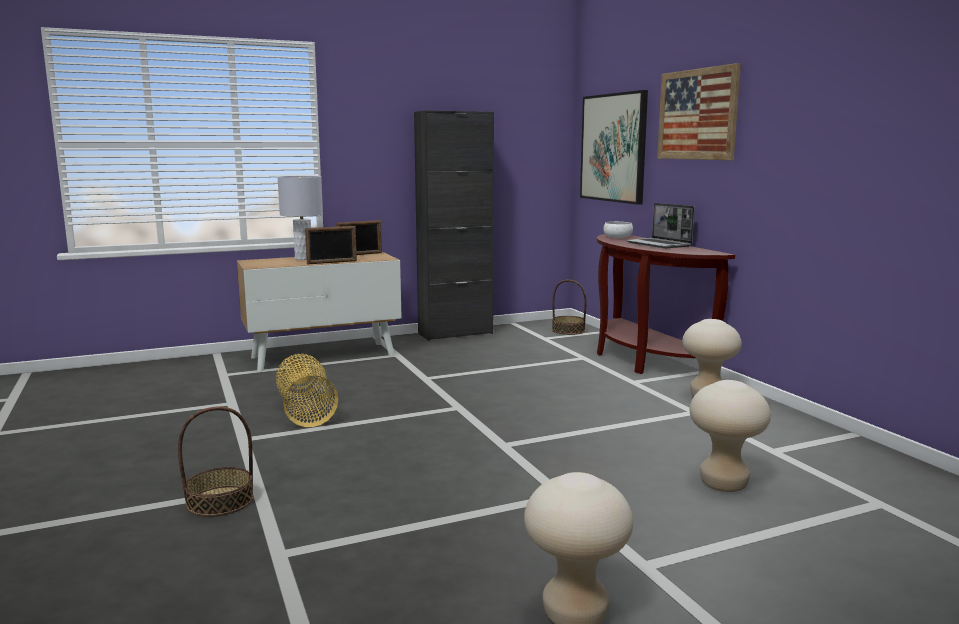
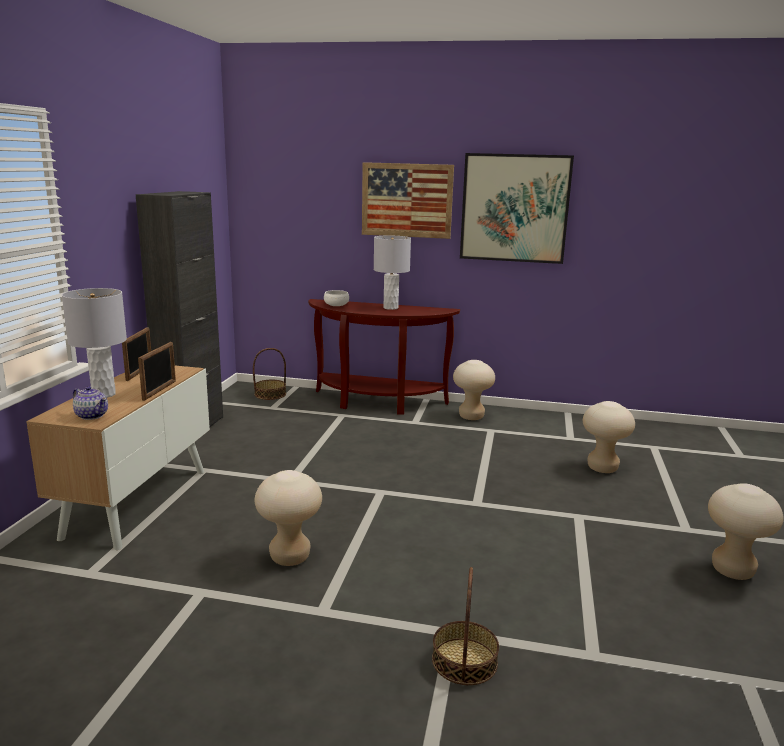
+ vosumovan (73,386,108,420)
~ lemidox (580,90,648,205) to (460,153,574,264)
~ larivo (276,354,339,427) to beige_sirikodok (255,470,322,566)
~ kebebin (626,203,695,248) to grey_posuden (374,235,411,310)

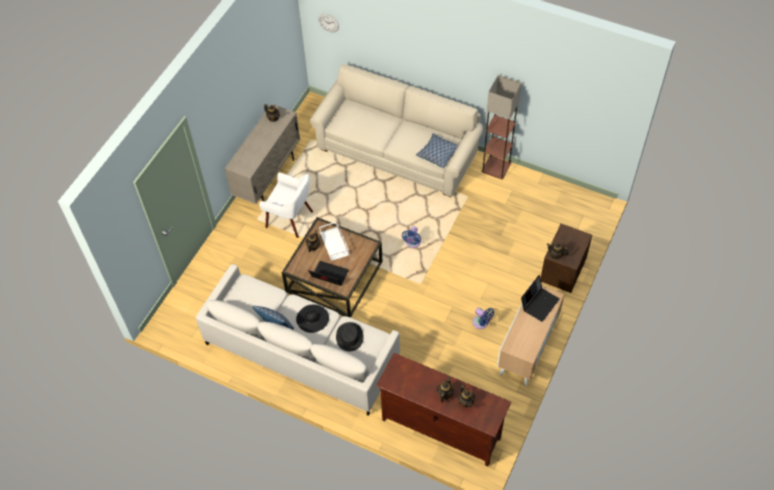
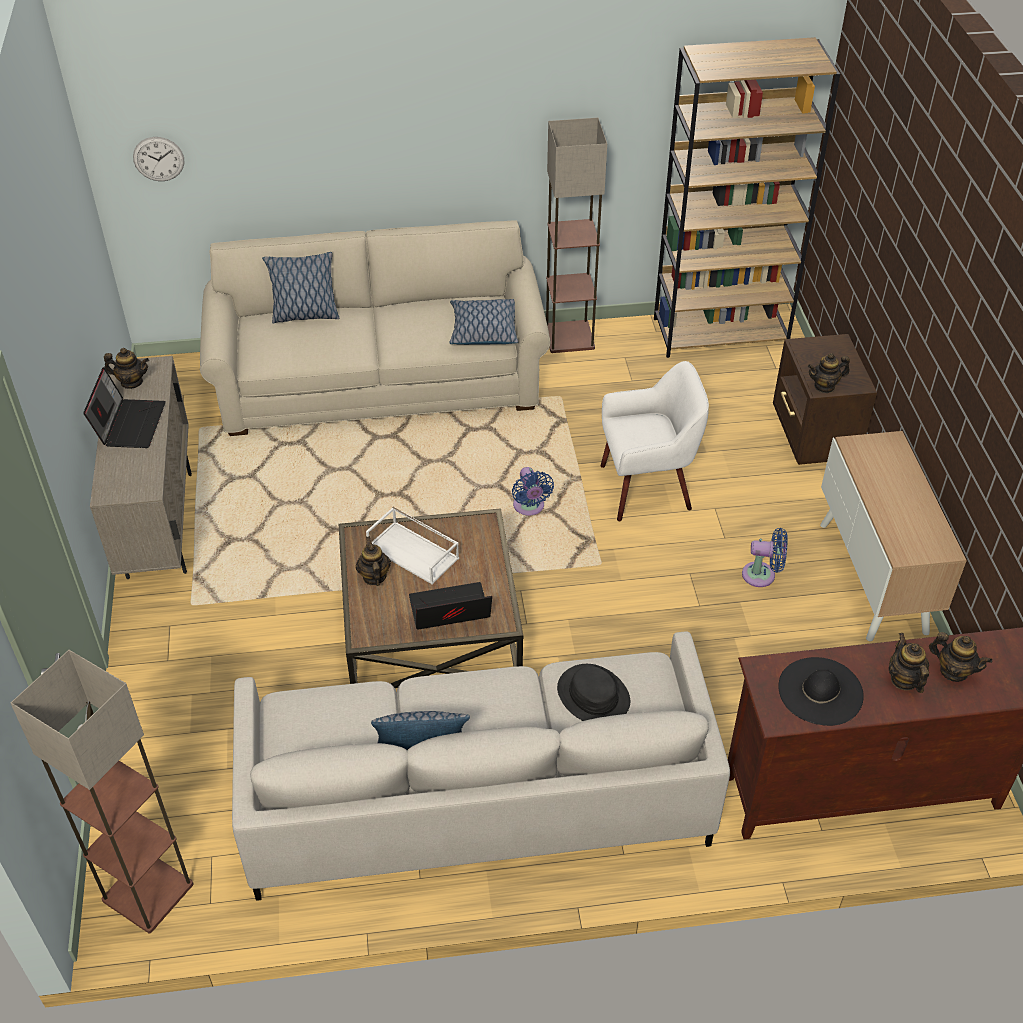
+ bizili (11,650,194,933)
+ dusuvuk (262,252,339,324)
+ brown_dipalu (654,37,840,358)
~ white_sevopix (259,172,313,238) to (600,361,709,521)
~ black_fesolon (296,304,329,333) to (778,657,864,726)
~ kebebin (521,275,560,322) to (83,367,166,448)

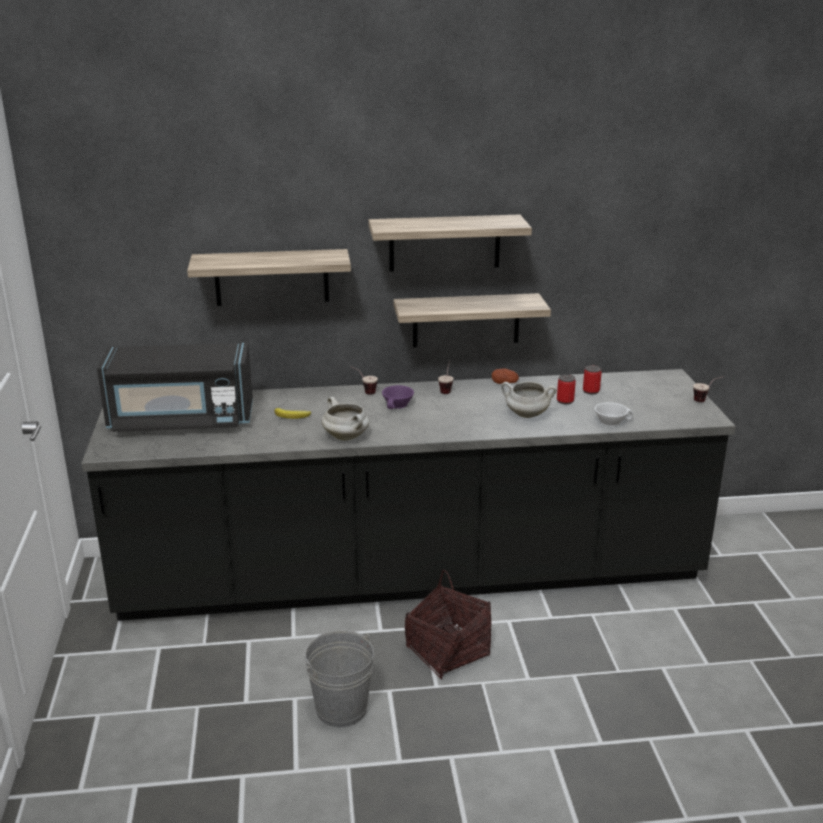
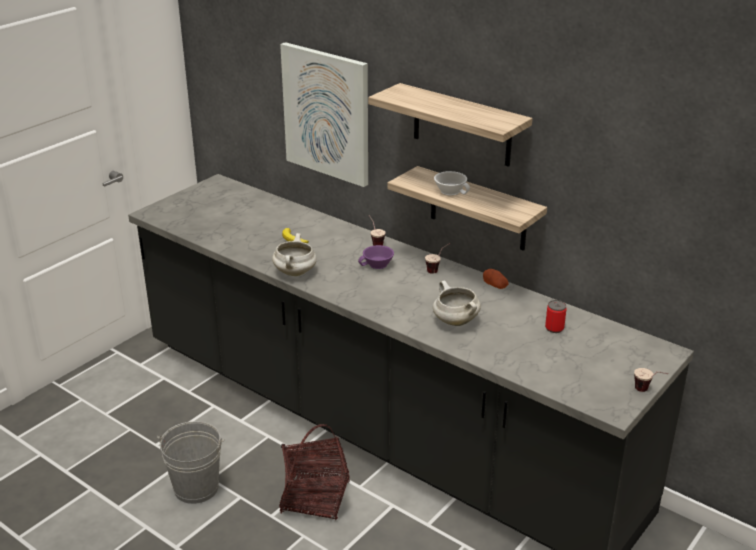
- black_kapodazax (97,343,253,432)
- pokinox (557,374,576,404)
~ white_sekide (595,402,633,427) to (434,171,470,195)
~ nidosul (187,249,351,306) to lemidox (280,42,368,187)

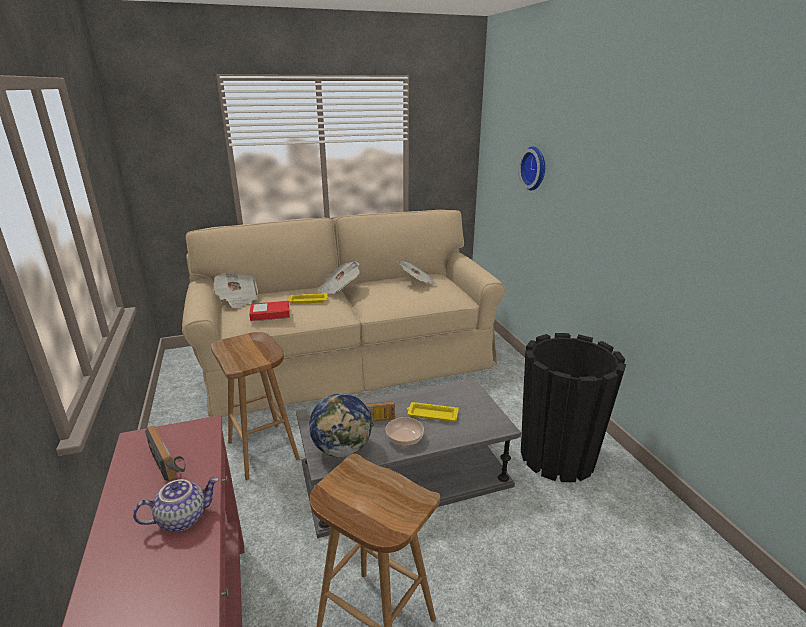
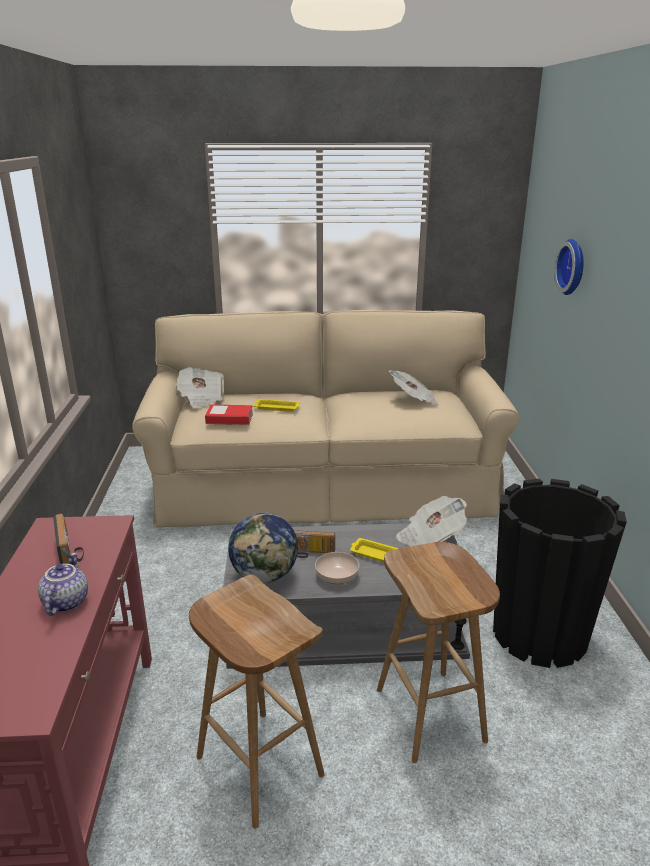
~ brown_sirikodok (211,332,300,480) to (377,542,500,763)
~ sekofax (317,262,360,294) to (396,496,467,547)
~ vosumovan (133,477,219,532) = (38,553,88,616) 75 degrees counterclockwise

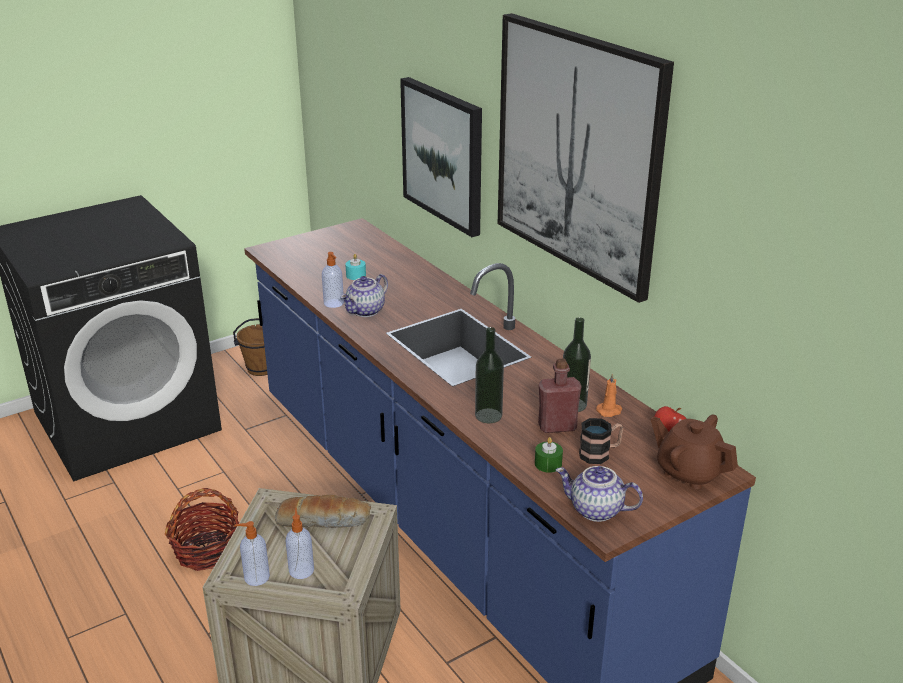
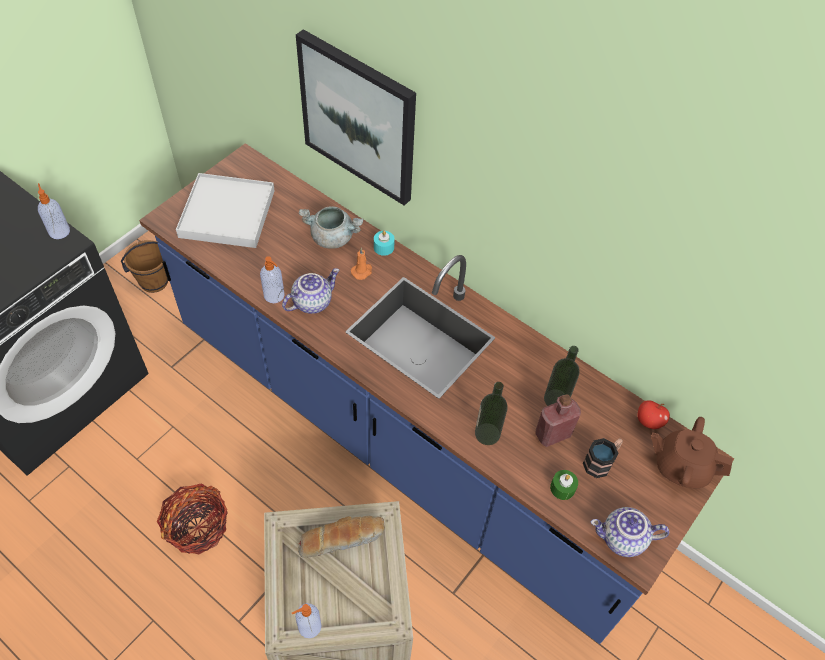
- lemidox (498,13,674,303)
+ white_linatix (176,173,275,248)
+ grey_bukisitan (299,206,363,249)
~ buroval (286,508,314,579) to (38,183,70,239)
~ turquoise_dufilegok (345,254,366,280) to (374,231,395,256)
~ orange_dufilegok (596,373,622,417) to (351,248,372,280)
~ vosumovan (340,274,388,317) = (282,268,340,314) 150 degrees counterclockwise

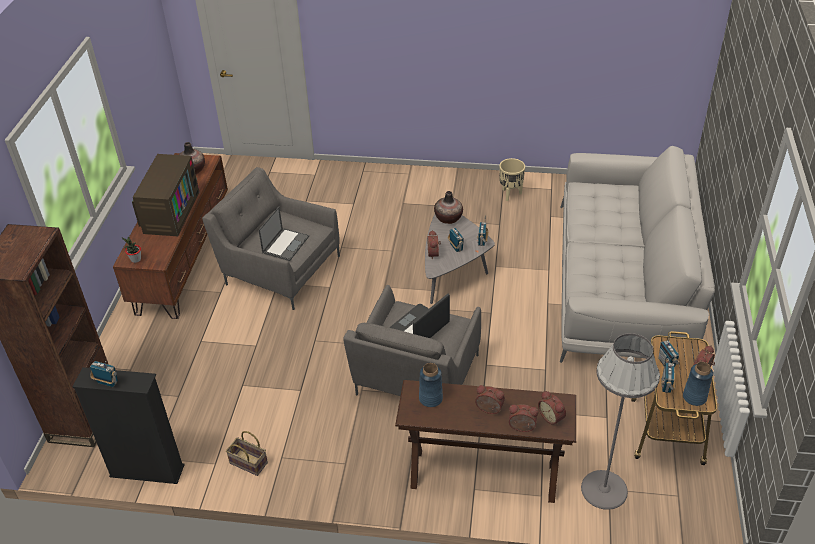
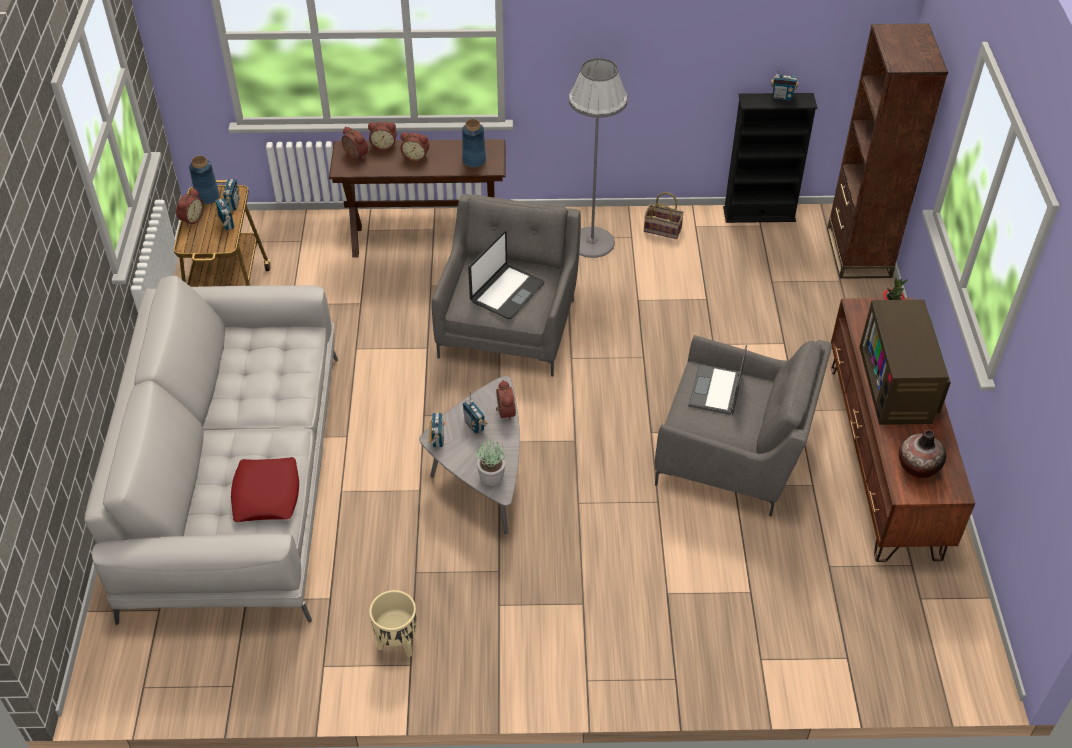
+ red_dusuvuk (231,457,299,522)
~ grey_bizili (581,333,660,510) to (569,58,628,258)
~ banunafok (434,191,463,224) to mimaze (477,437,505,486)

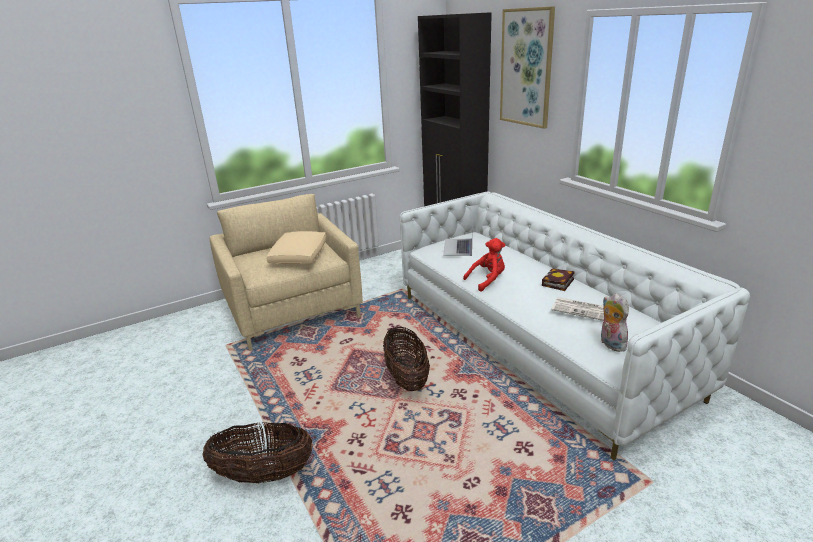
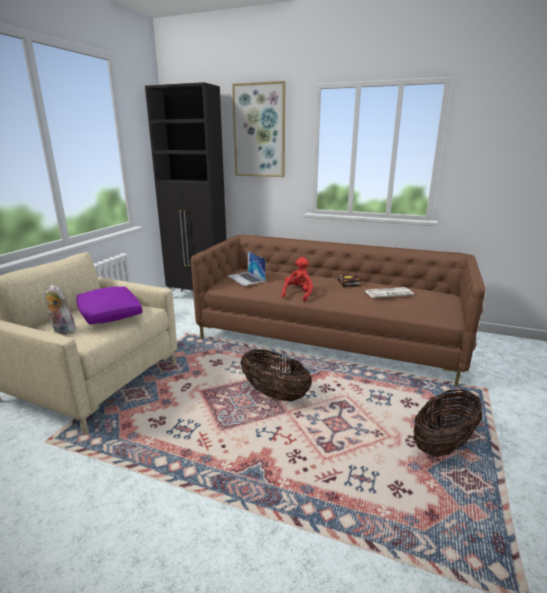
~ larivo (202,422,313,483) to (414,389,482,457)
~ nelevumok (601,293,629,352) to (45,285,76,335)
~ beige_dusuvuk (267,231,327,264) to purple_dusuvuk (76,286,142,325)
~ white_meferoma (400,191,750,460) to brown_meferoma (191,235,485,387)

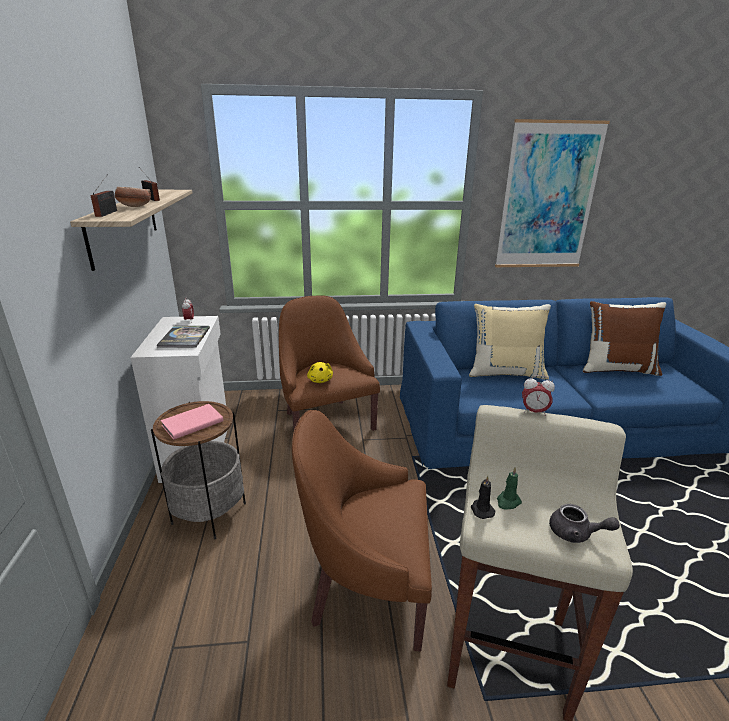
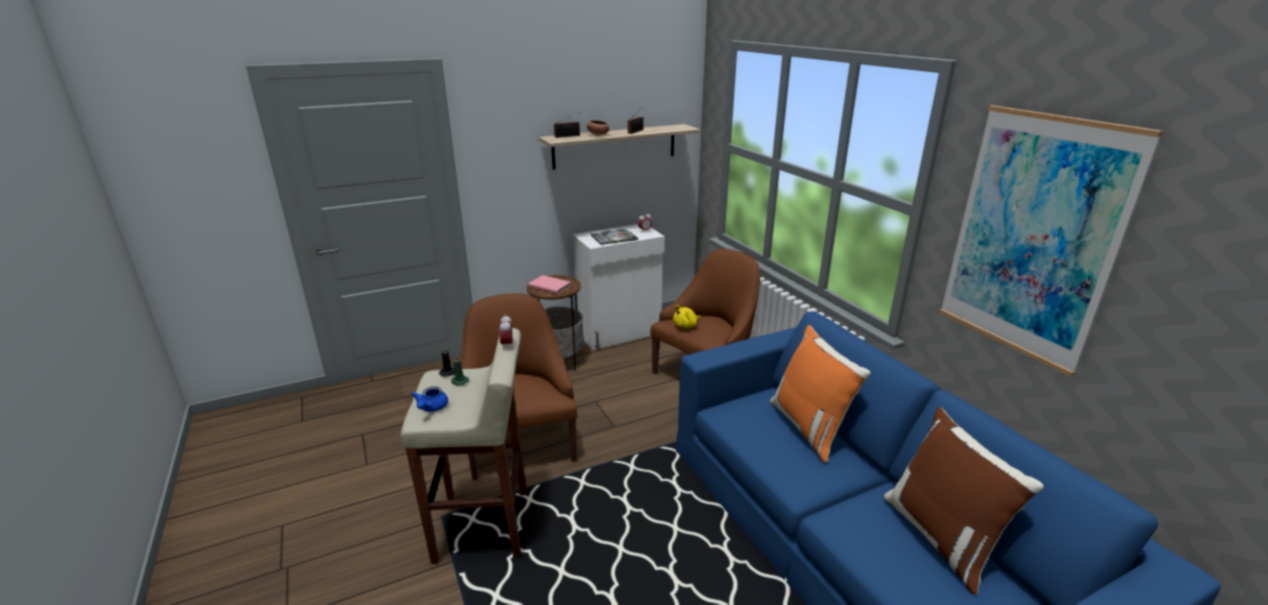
~ beige_dusuvuk (469,304,551,380) to orange_dusuvuk (770,325,871,463)
~ grey_vosumovan (549,504,620,543) to blue_vosumovan (411,386,448,412)

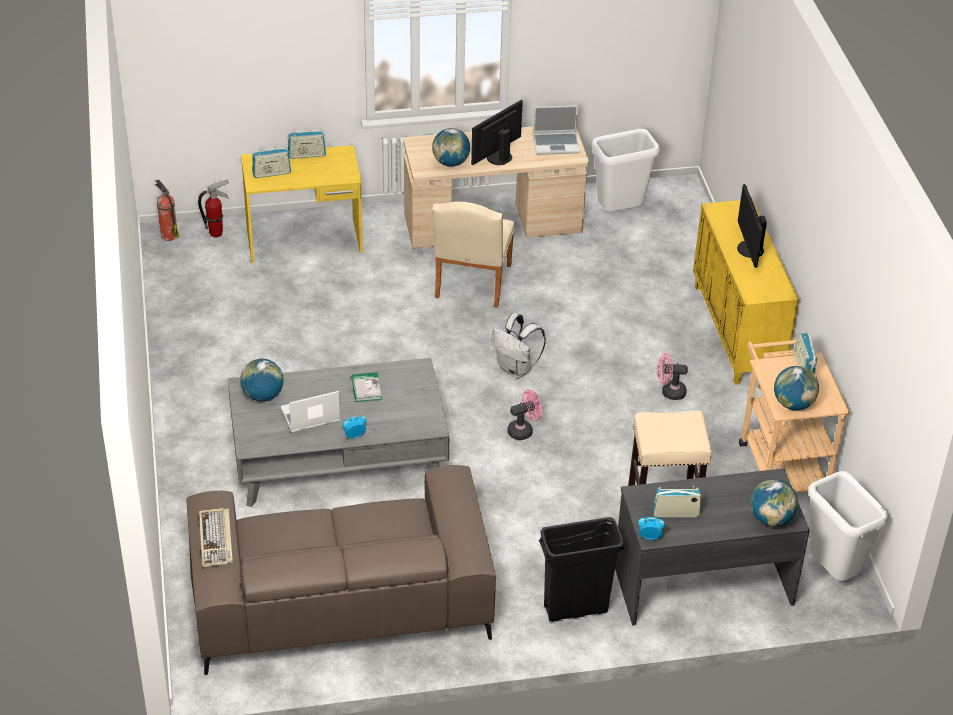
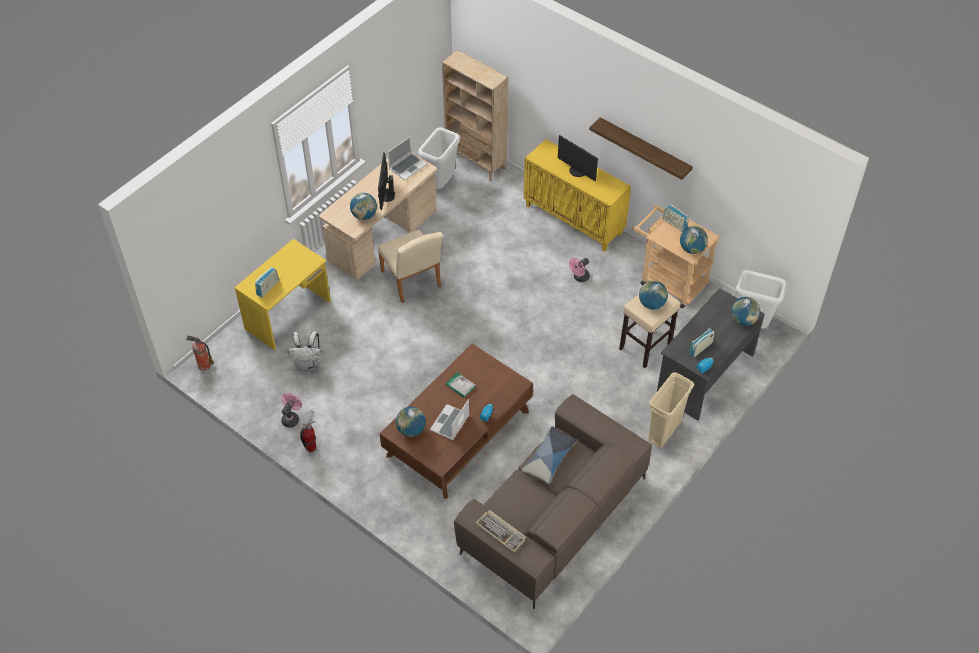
- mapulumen (288,130,326,159)
+ beige_dipalu (442,50,508,181)
+ dusuvuk (522,426,578,484)
+ nidosul (589,117,693,180)
+ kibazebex (639,281,668,309)
~ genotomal (198,180,229,237) to (300,411,316,452)
~ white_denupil (491,313,546,378) to (288,331,321,370)
~ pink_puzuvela (507,389,542,440) to (281,393,302,427)
~ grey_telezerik (228,358,449,507) to brown_telezerik (380,344,533,499)
~ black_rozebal (539,517,624,622) to beige_rozebal (648,372,694,448)

